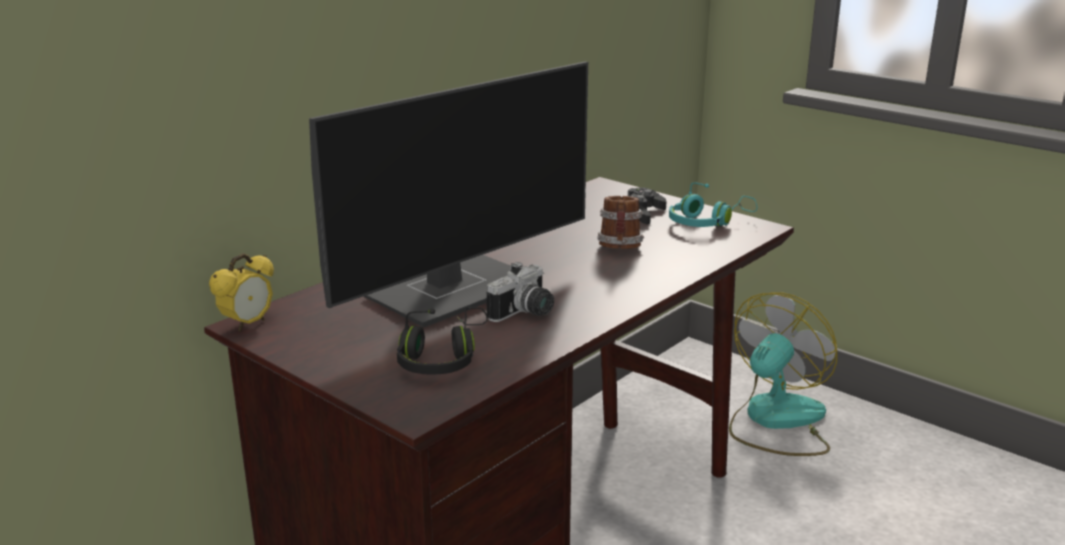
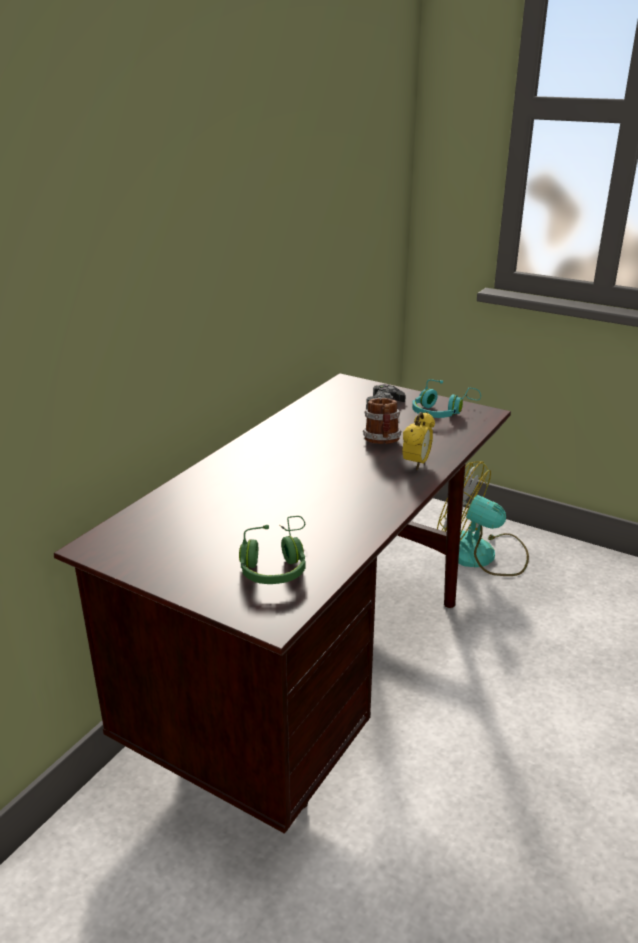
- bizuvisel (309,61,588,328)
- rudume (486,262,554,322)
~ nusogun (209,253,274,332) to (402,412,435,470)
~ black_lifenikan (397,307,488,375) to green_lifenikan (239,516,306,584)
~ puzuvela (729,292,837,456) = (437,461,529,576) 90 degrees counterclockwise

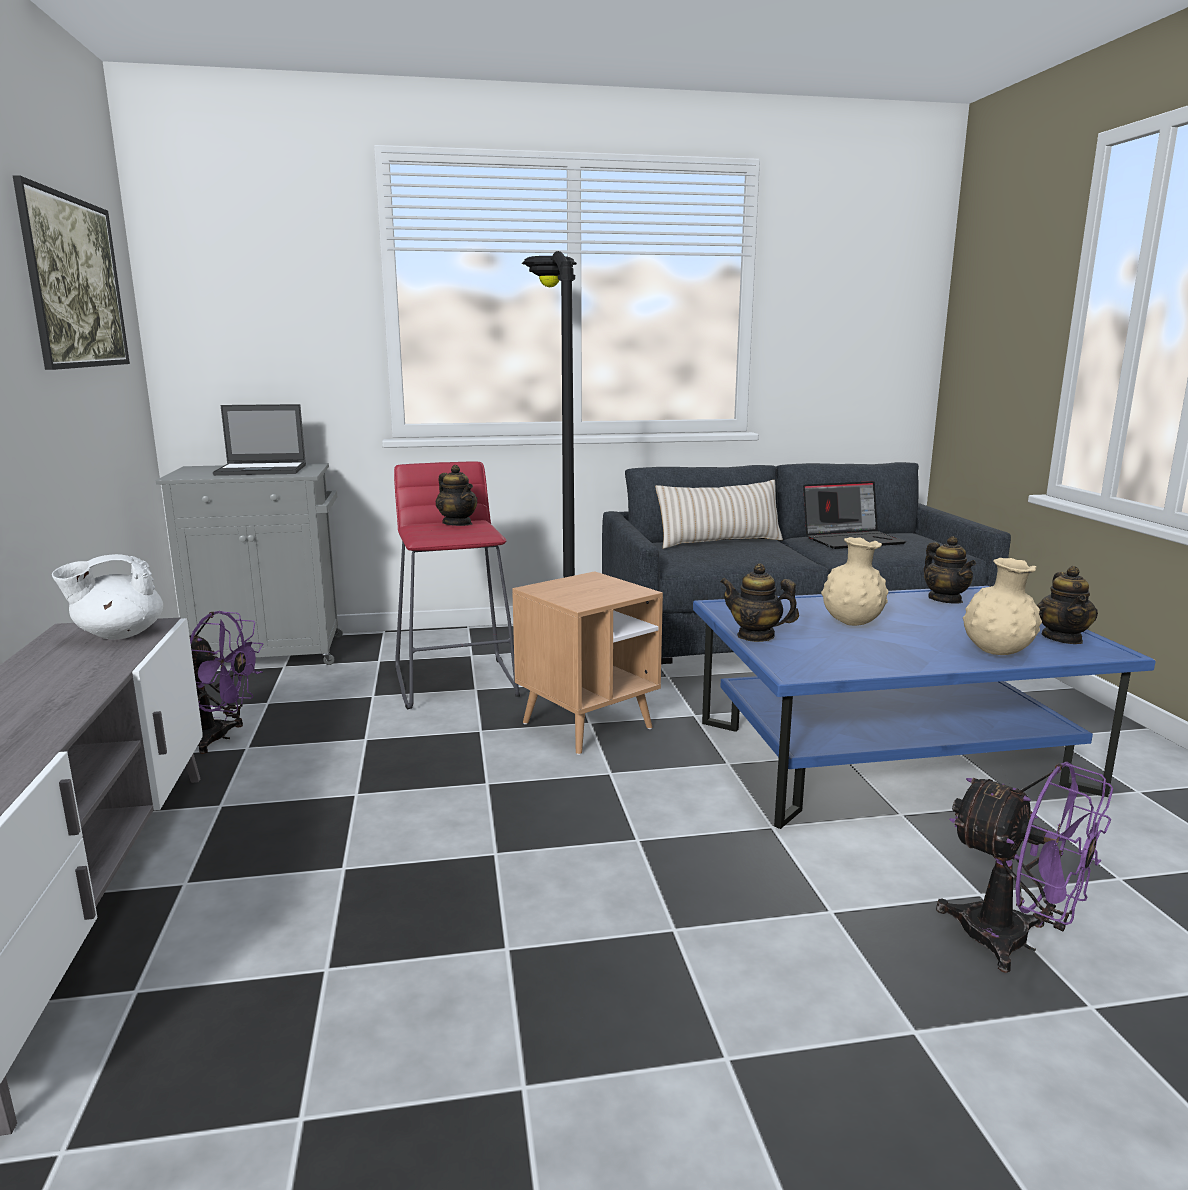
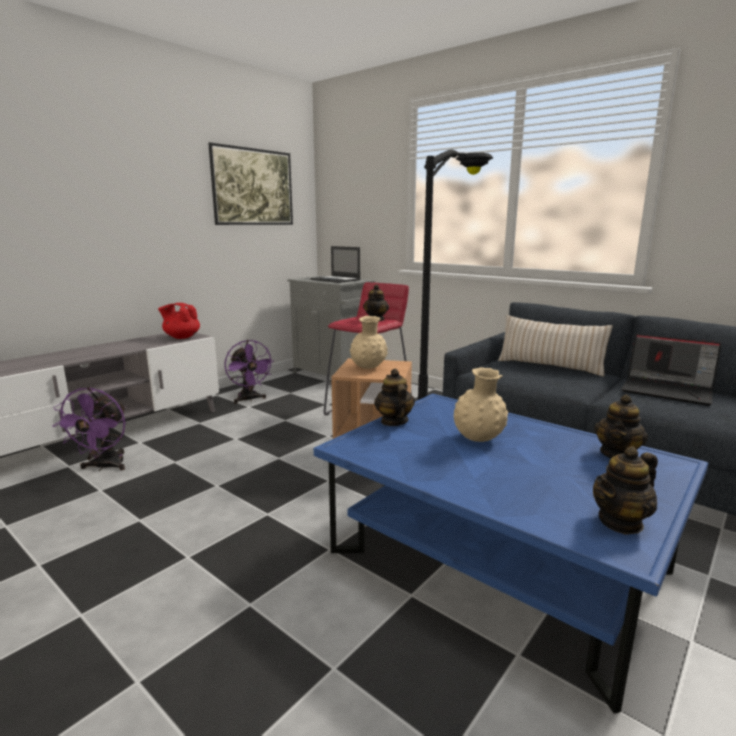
~ purple_puzuvela (936,762,1113,973) to (52,387,126,471)
~ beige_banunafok (963,558,1042,655) to (350,316,388,369)
~ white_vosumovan (52,554,163,640) to red_vosumovan (158,303,200,339)

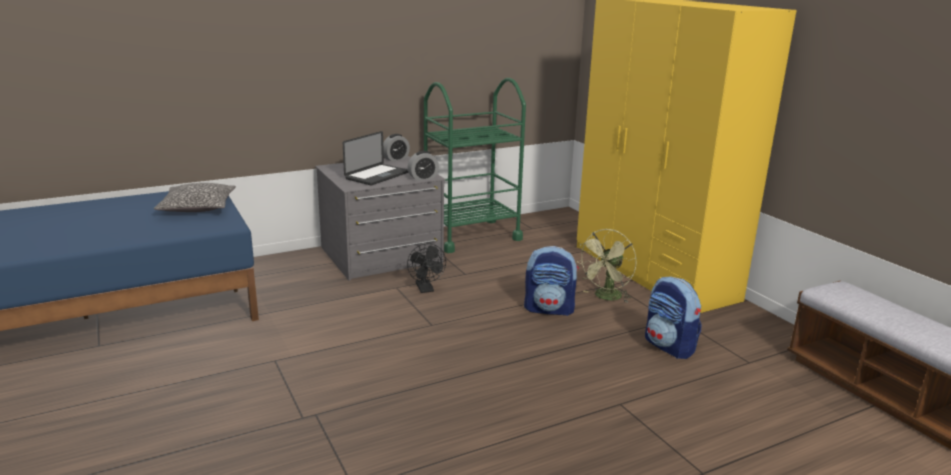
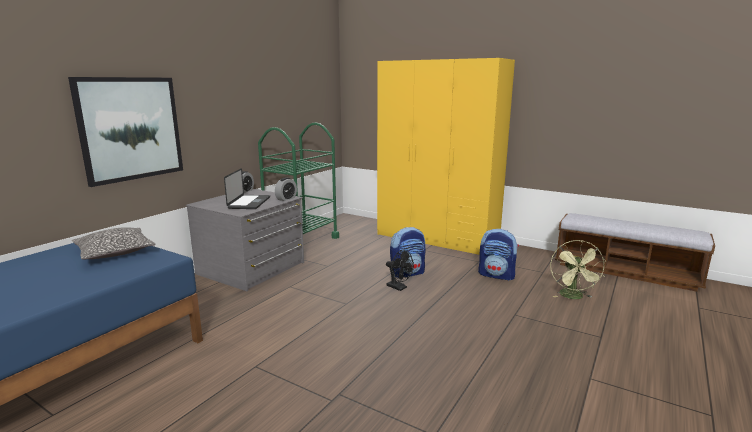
+ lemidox (68,77,183,187)
~ black_puzuvela (407,243,446,293) to (386,250,414,291)
~ green_puzuvela (577,229,637,303) to (550,240,606,299)

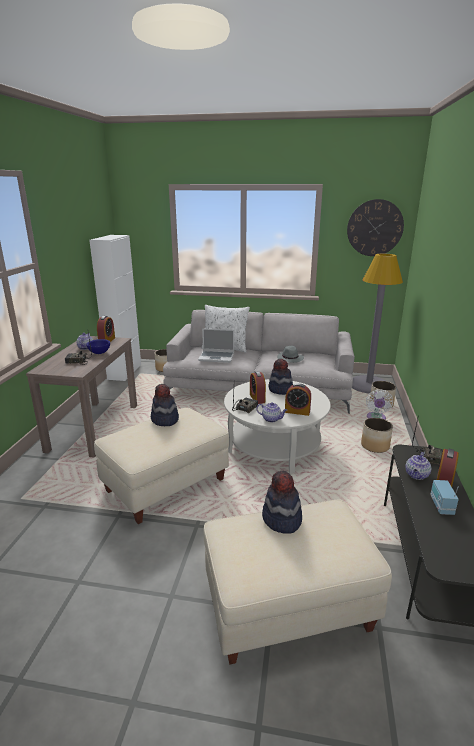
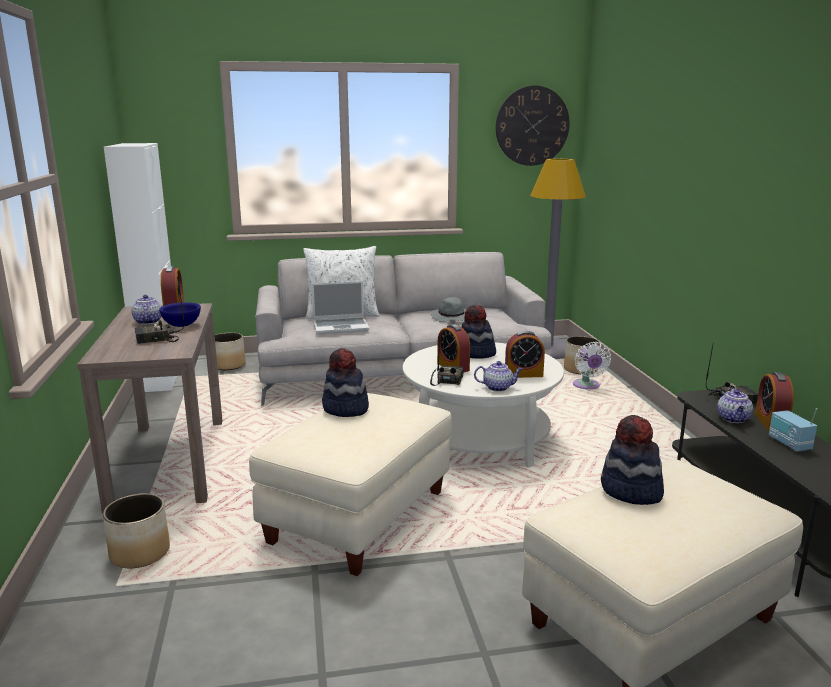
~ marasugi (361,418,393,453) to (103,494,170,568)

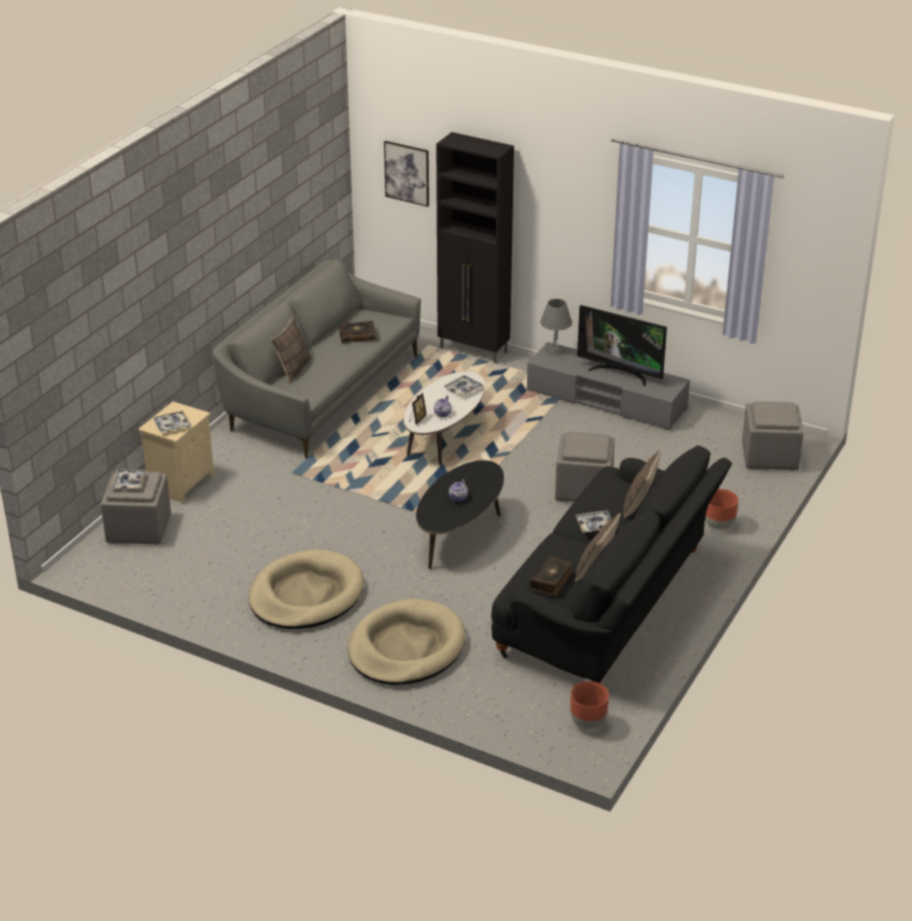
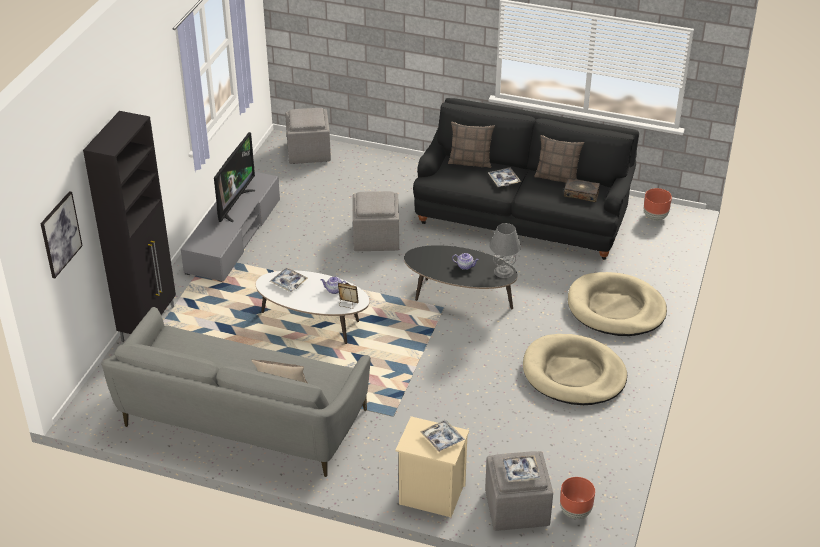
- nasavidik (339,321,377,343)
~ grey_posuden (540,299,572,356) to (489,223,521,278)
~ brown_marasugi (705,489,739,530) to (560,477,595,519)

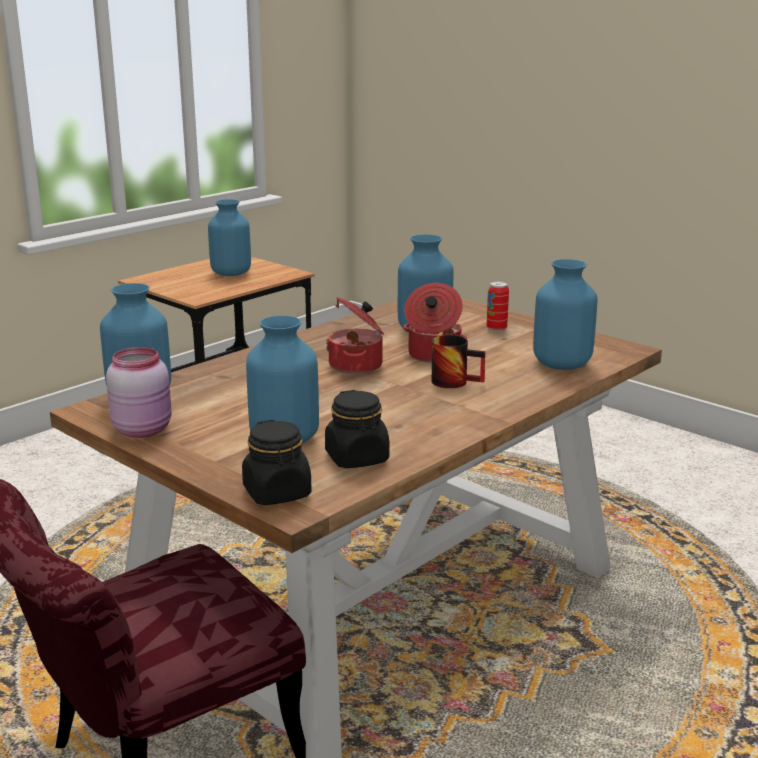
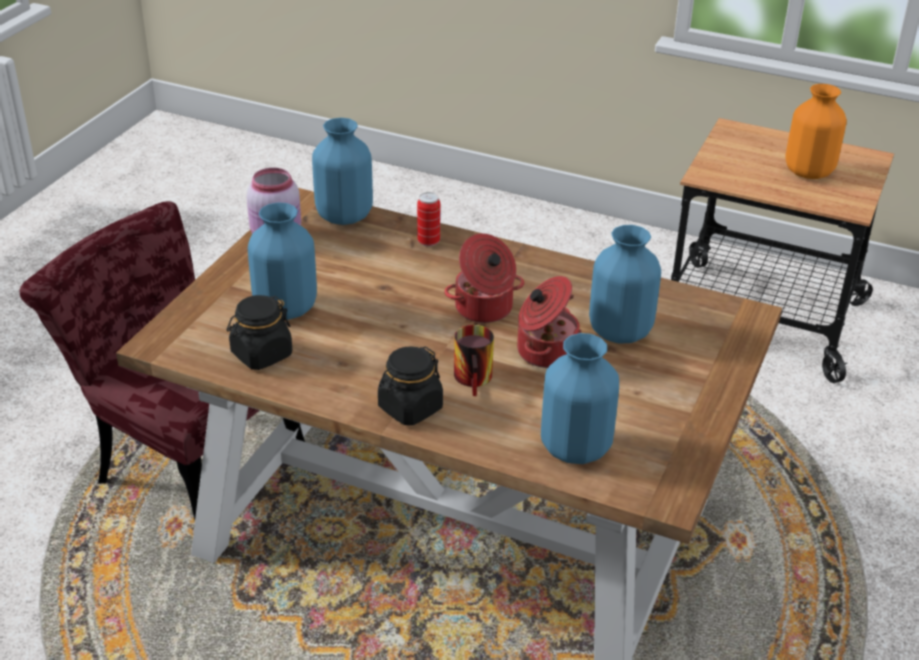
~ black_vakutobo (242,420,312,505) to (378,346,443,425)
~ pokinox (487,281,509,332) to (417,192,441,247)
~ blue_banunafok (208,199,251,276) to orange_banunafok (785,84,847,179)

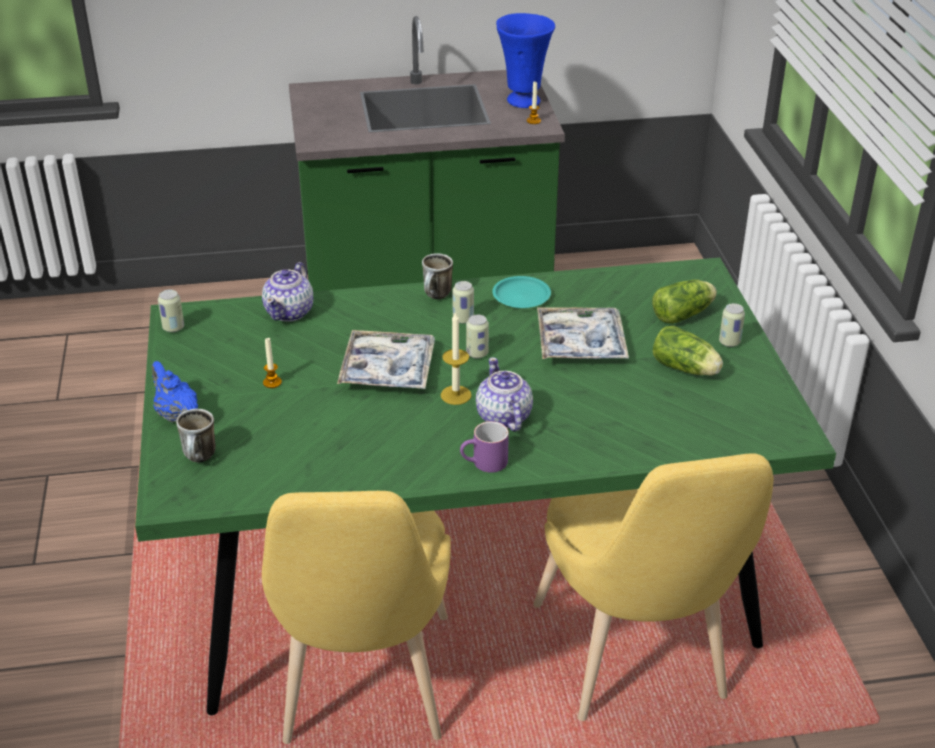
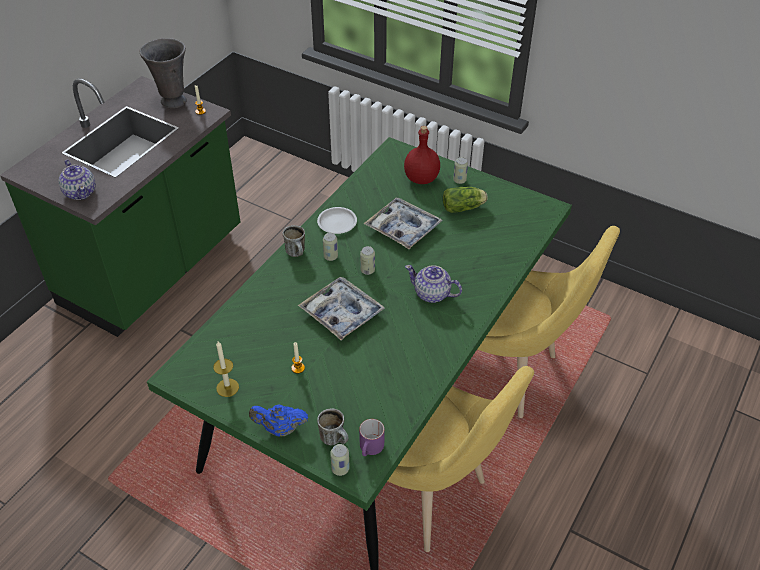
~ pokinox (158,290,184,332) to (330,444,350,476)
~ vosumovan (262,262,313,322) to (58,160,96,200)
~ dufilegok (441,311,472,405) to (213,341,239,397)
~ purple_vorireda (460,421,509,473) to (359,419,385,456)
~ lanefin (652,280,717,324) to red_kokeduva (404,126,440,184)
~ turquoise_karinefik (492,276,551,308) to white_karinefik (317,207,357,234)
~ blue_banunafok (496,13,555,108) to grey_banunafok (139,38,187,108)

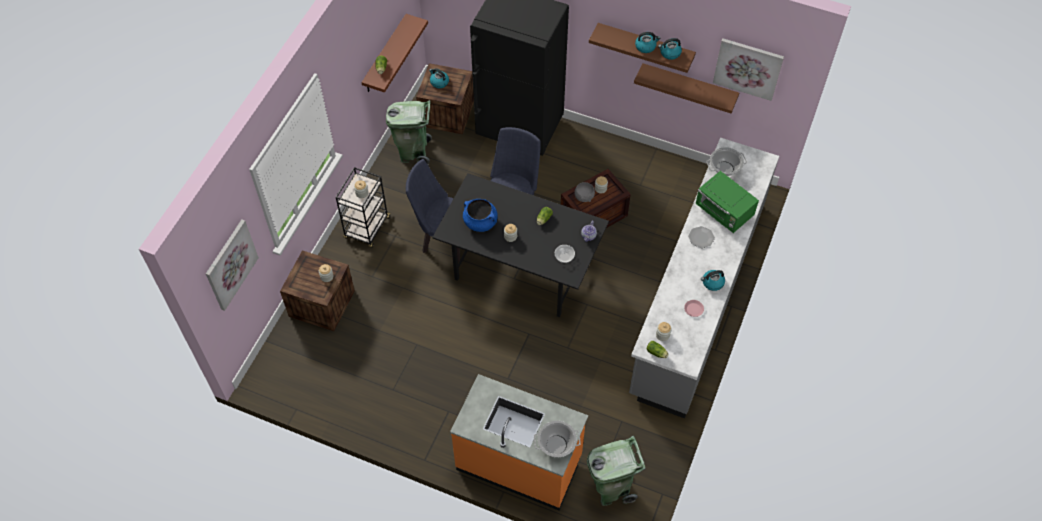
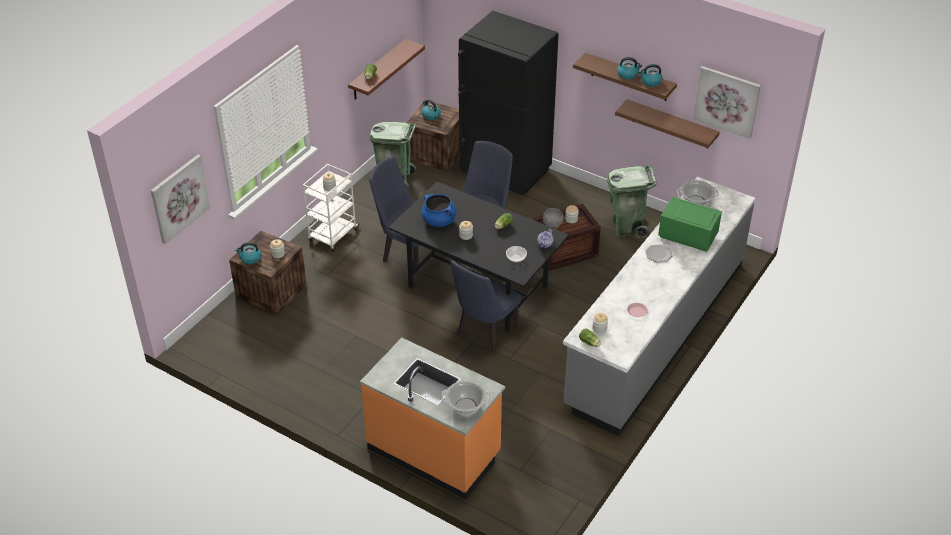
+ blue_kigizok (450,260,522,353)
~ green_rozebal (587,435,645,506) to (607,165,656,238)
~ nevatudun (701,270,725,291) to (235,242,261,264)
~ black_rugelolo (336,167,391,248) to white_rugelolo (303,164,359,252)
~ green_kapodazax (695,171,759,233) = (658,197,722,252) 150 degrees clockwise

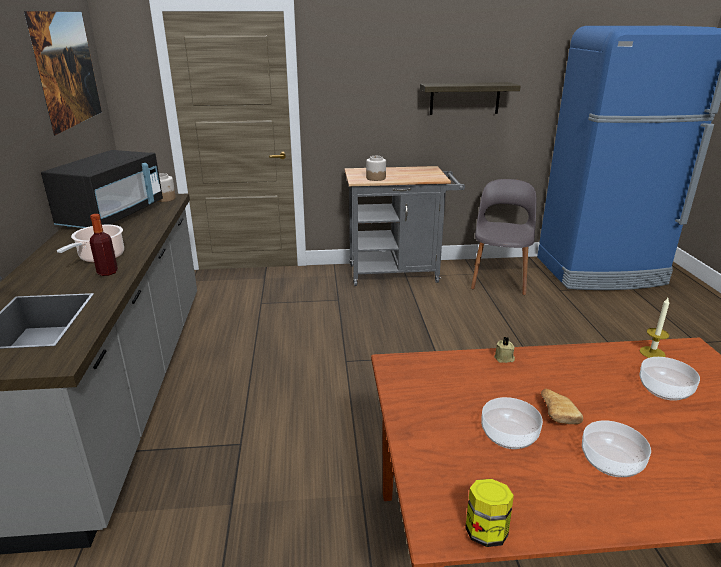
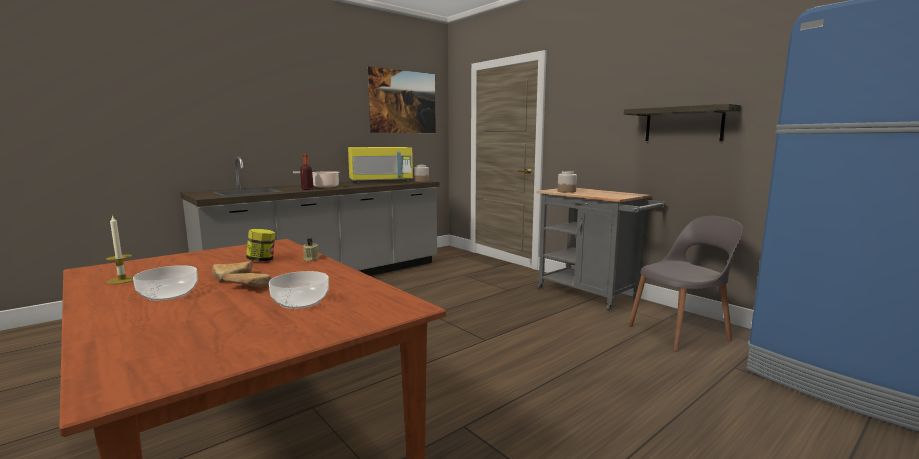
- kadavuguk (481,397,543,449)
+ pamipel (223,273,272,287)
~ vakutobo (465,479,514,547) to (246,229,276,261)
~ dufilegok (639,298,670,358) to (105,215,133,284)
~ black_kapodazax (41,150,163,228) to yellow_kapodazax (348,147,413,183)

